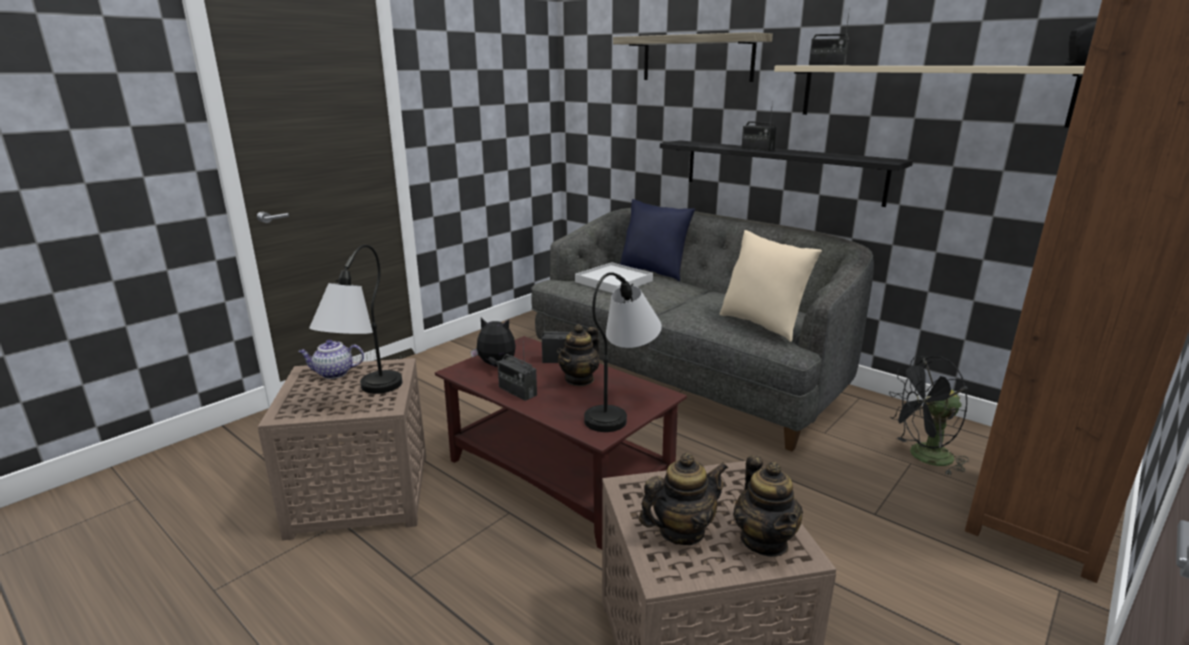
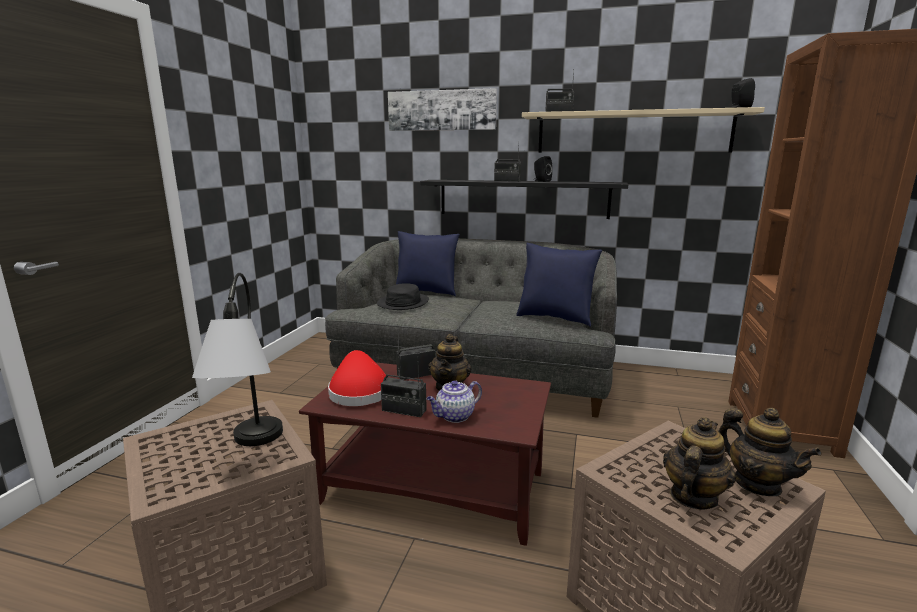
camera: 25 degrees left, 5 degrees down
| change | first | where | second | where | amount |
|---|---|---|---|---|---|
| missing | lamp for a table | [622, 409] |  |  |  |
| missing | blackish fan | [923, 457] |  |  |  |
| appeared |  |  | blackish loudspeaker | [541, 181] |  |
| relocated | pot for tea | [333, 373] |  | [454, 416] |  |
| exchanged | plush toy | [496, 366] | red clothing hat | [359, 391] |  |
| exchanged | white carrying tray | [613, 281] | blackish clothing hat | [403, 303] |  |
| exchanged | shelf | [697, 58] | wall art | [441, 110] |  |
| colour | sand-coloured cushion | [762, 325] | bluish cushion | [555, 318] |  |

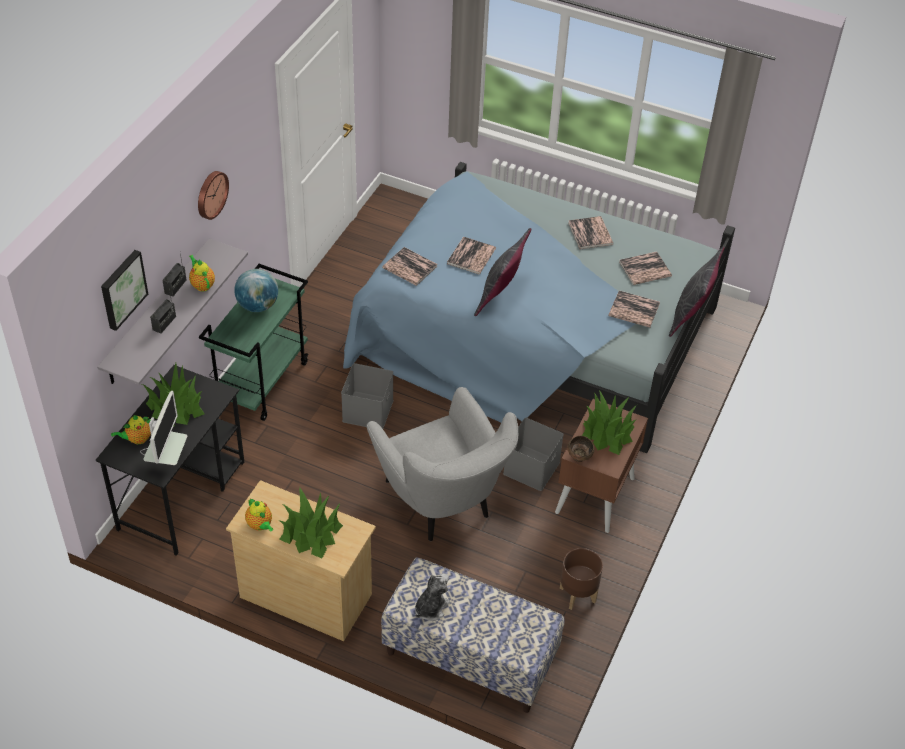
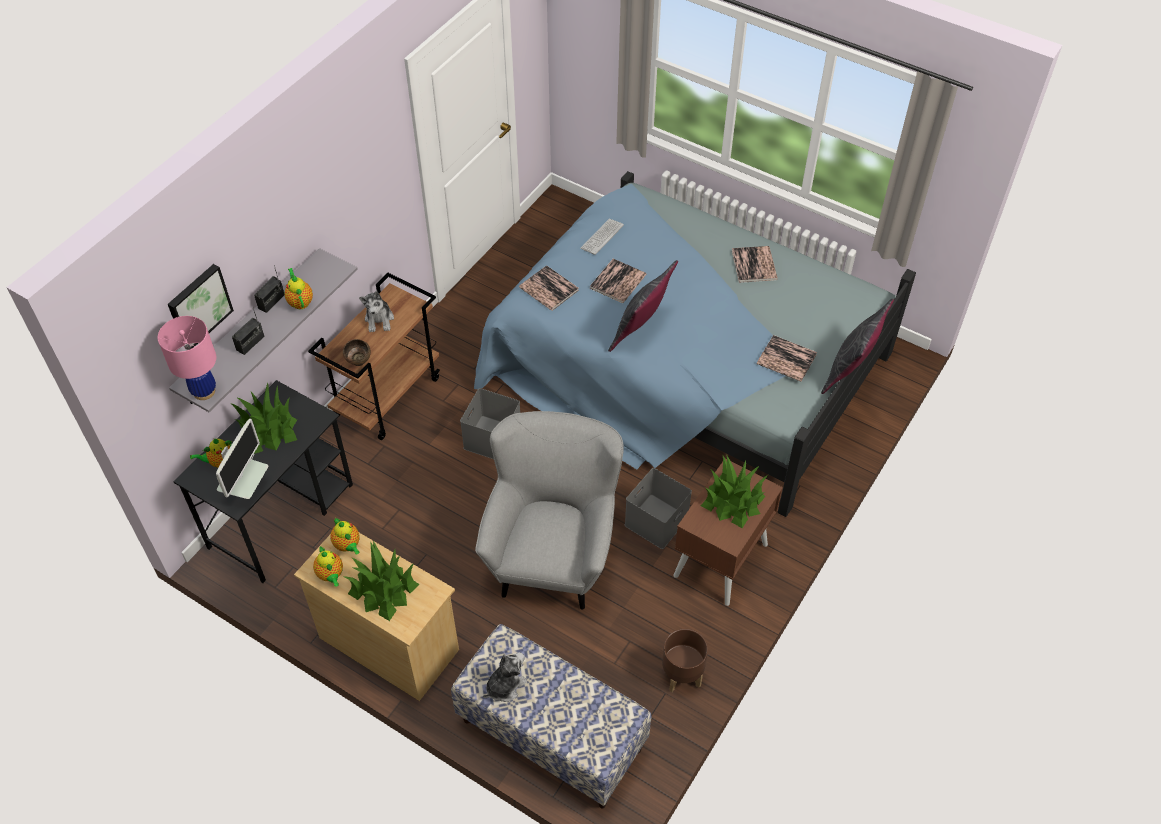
camera: 10 degrees right, 5 degrees up
| change | first | where | second | where | amount |
|---|---|---|---|---|---|
| missing | clock on the wall | [210, 194] |  |  |  |
| missing | volume | [645, 269] |  |  |  |
| appeared |  |  | pink lamp for a table | [204, 391] |  |
| appeared |  |  | pot for tea | [348, 545] |  |
| appeared |  |  | keyboard | [602, 237] |  |
| relocated | brown deep dish | [579, 458] |  | [359, 362] |  |
| exchanged | world globe | [258, 305] | plush toy | [379, 319] |  |
| colour | green-coloured cart | [262, 381] | brown cart | [387, 395] |  |
| spun | grey lounge chair | [442, 504] |  | [553, 553] | 150 degrees counterclockwise |

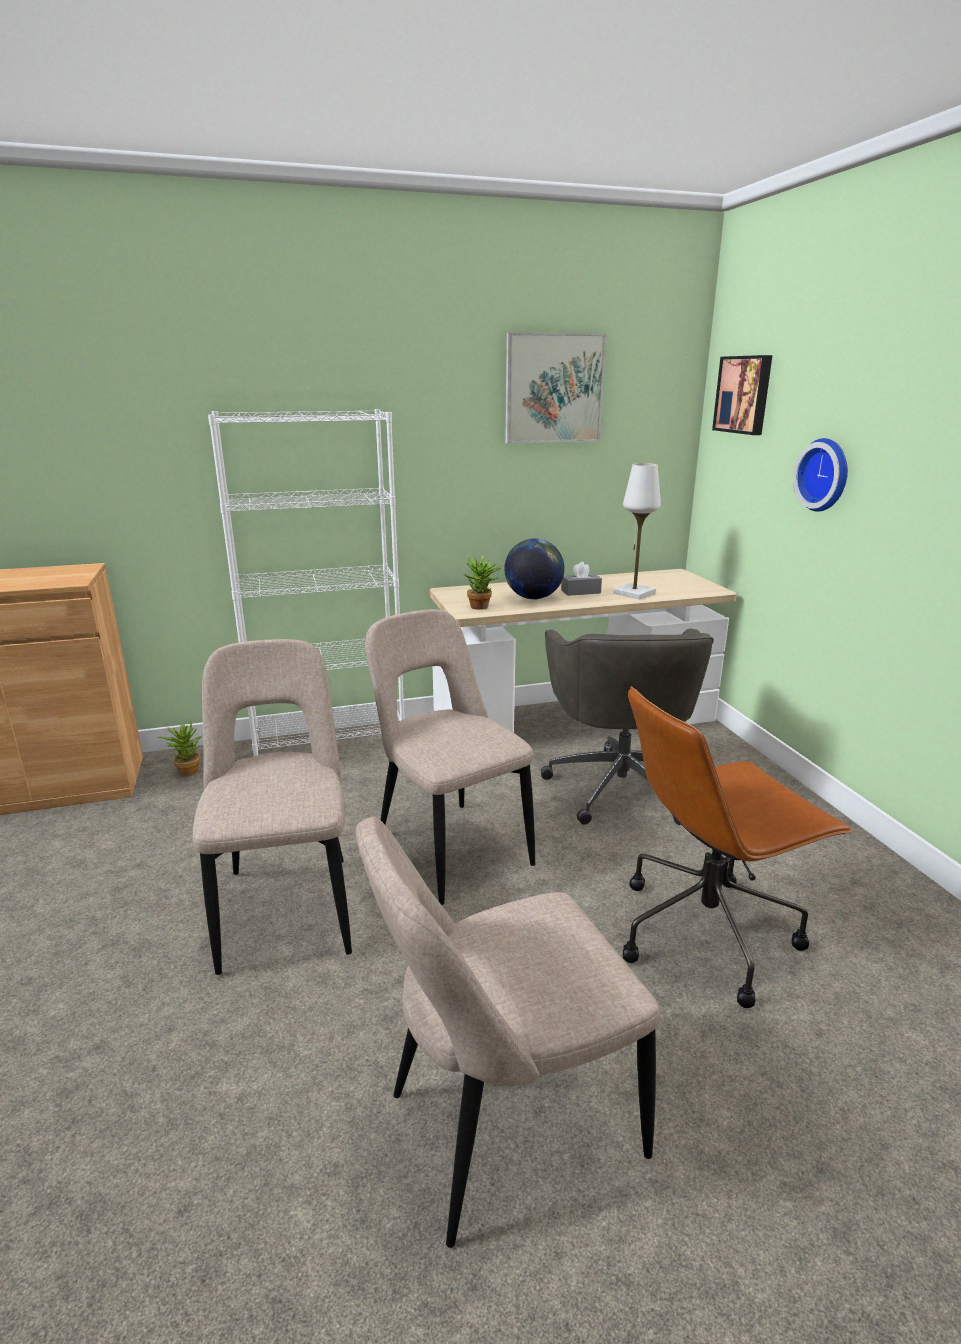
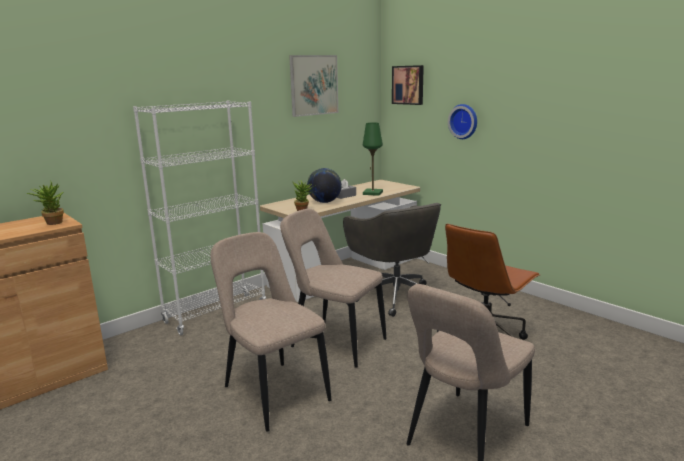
camera: 25 degrees left, 5 degrees down
| change | first | where | second | where | amount |
|---|---|---|---|---|---|
| relocated | plant in a pot | [186, 771] |  | [52, 223] |  |
| colour | white lamp for a table | [634, 593] | green-coloured lamp for a table | [372, 193] |  |

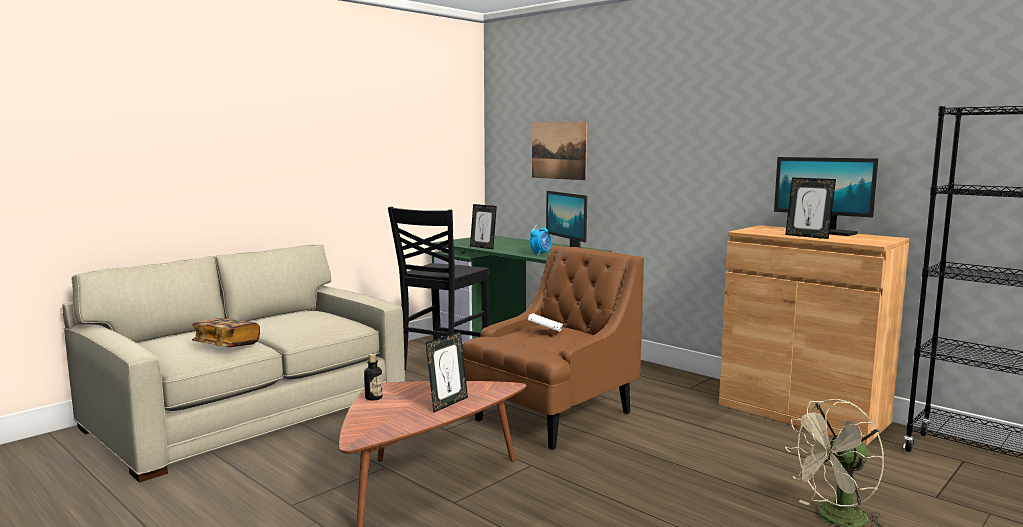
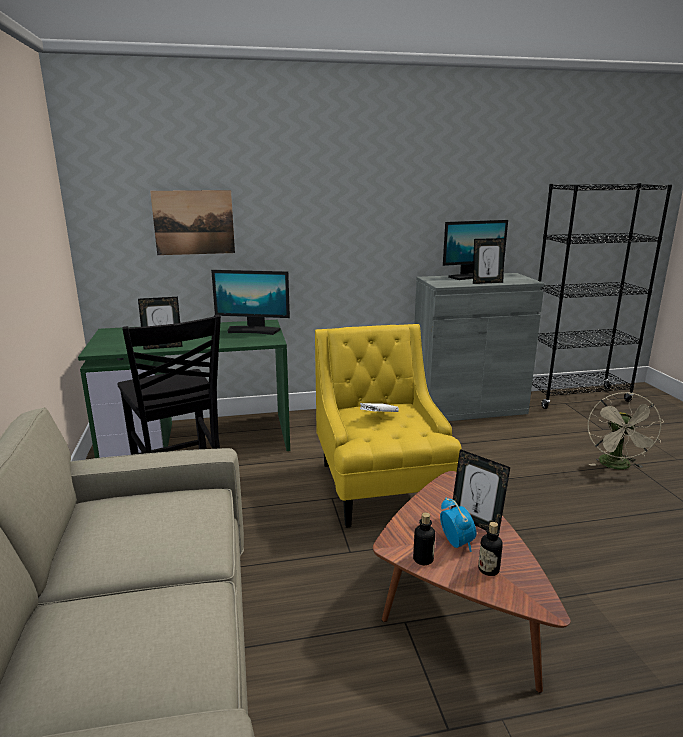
camera: 55 degrees left, 10 degrees up
| change | first | where | second | where | amount |
|---|---|---|---|---|---|
| missing | volume | [226, 345] |  |  |  |
| appeared |  |  | drink bottle | [488, 569] |  |
| relocated | table clock | [540, 253] |  | [456, 543] |  |
| colour | brown lounge chair | [552, 417] | yellowish lounge chair | [380, 489] |  |
| colour | brown cabinet | [802, 413] | grey cabinet | [468, 407] |  |
| spun | picture frame | [447, 404] |  | [476, 523] | 150 degrees clockwise |

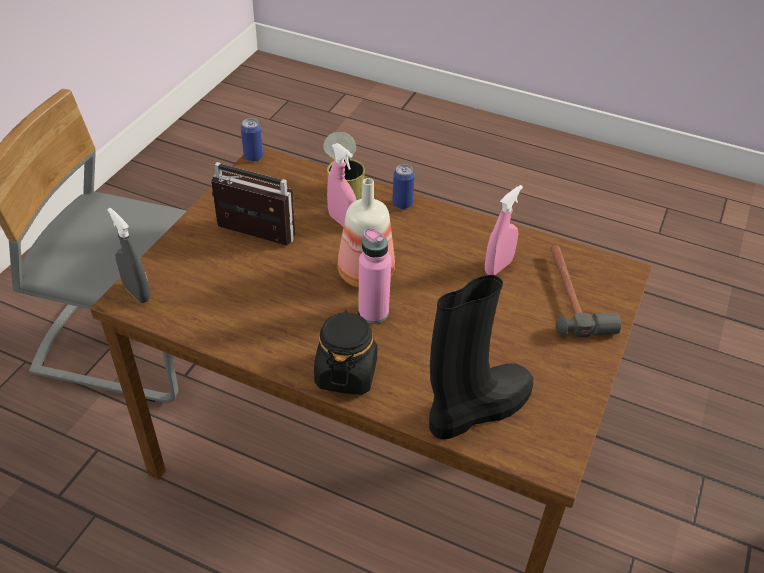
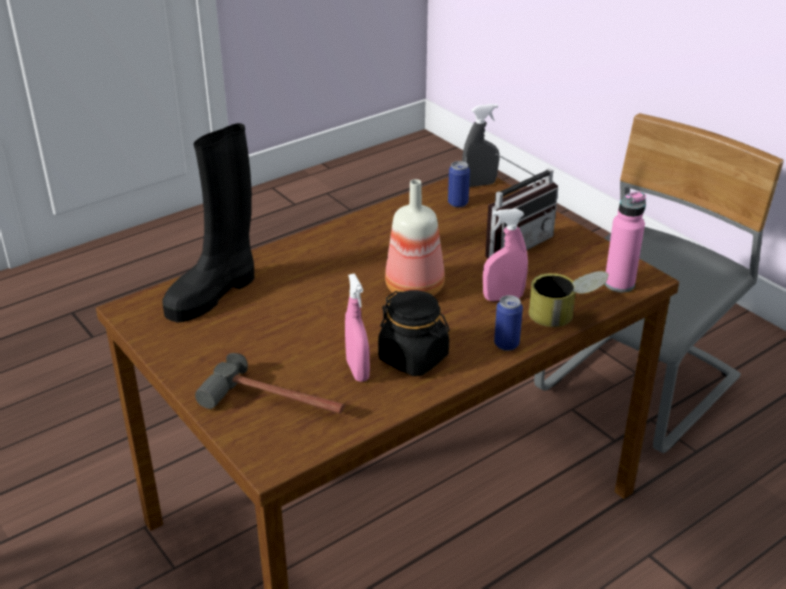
camera: 120 degrees right, 10 degrees down
| change | first | where | second | where | amount |
|---|---|---|---|---|---|
| relocated | metal can | [253, 157] |  | [458, 203] |  |
| relocated | blackish storage jar | [346, 373] |  | [413, 358] |  |
| relocated | pink drink bottle | [373, 312] |  | [619, 284] |  |
| spun | blackish tall boot | [477, 409] |  | [214, 293] | 45 degrees clockwise |

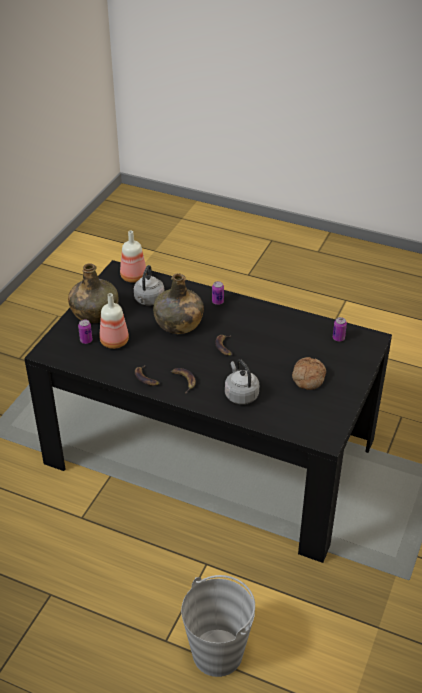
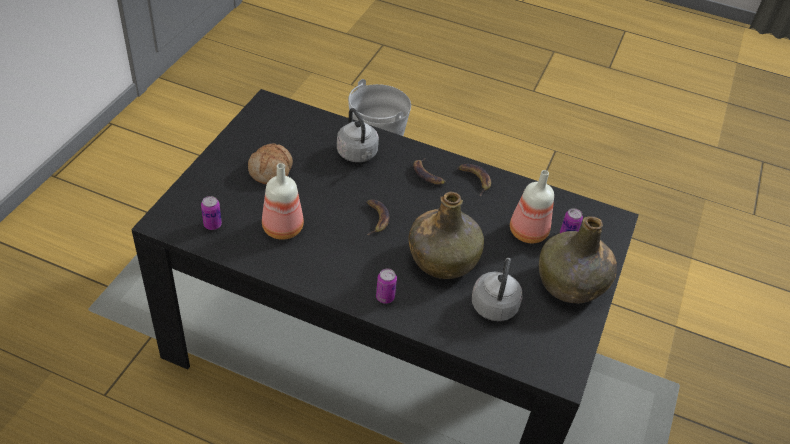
camera: 175 degrees right, 5 degrees up
| change | first | where | second | where | amount |
|---|---|---|---|---|---|
| relocated | drink bottle | [133, 277] |  | [284, 229] |  |

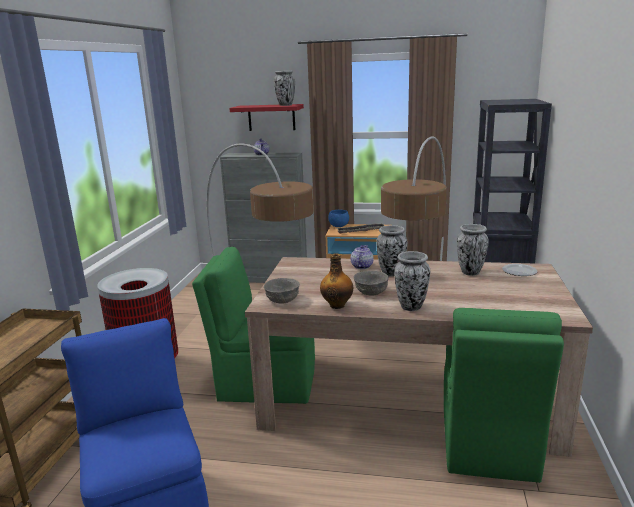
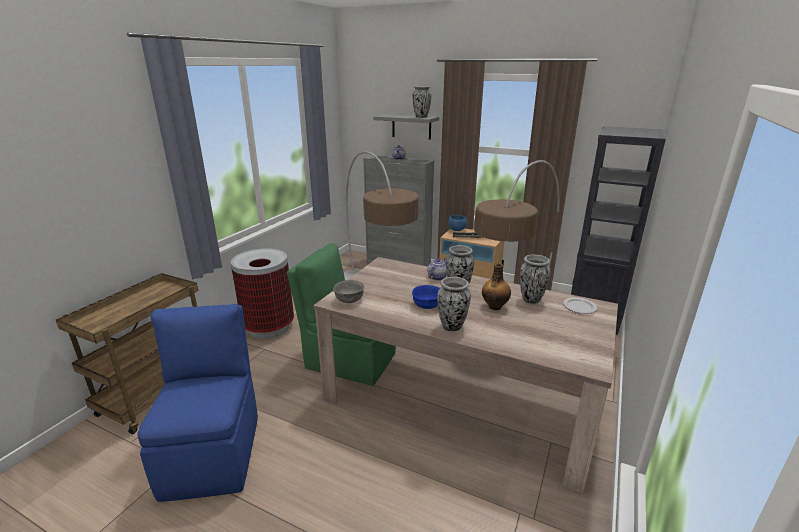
camera: 15 degrees right, 5 degrees up
| change | first | where | second | where | amount |
|---|---|---|---|---|---|
| missing | green-coloured upright chair | [487, 443] |  |  |  |
| relocated | drink bottle | [337, 305] |  | [495, 306] |  |
| colour | red shelf | [271, 117] | grey shelf | [411, 126] |  |
| colour | grey deep dish | [371, 292] | bluish deep dish | [427, 305] |  |

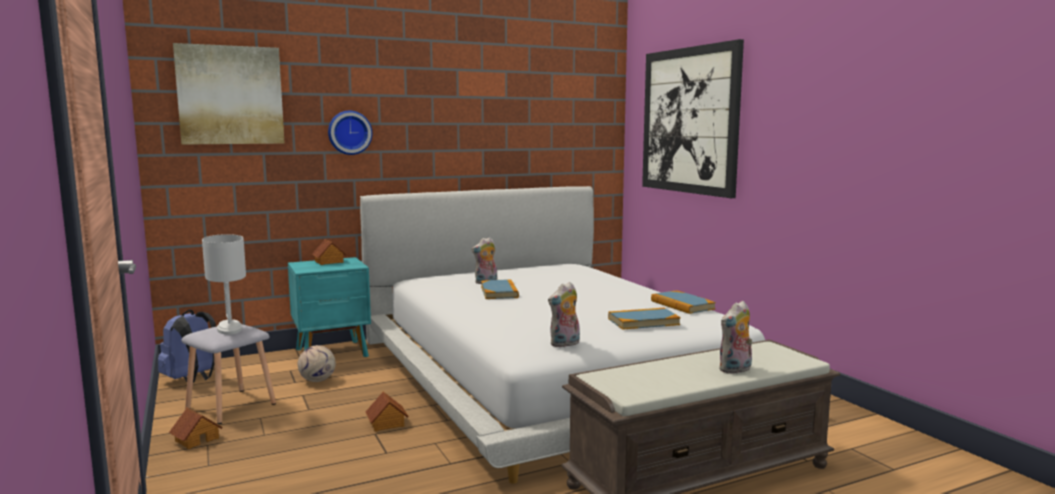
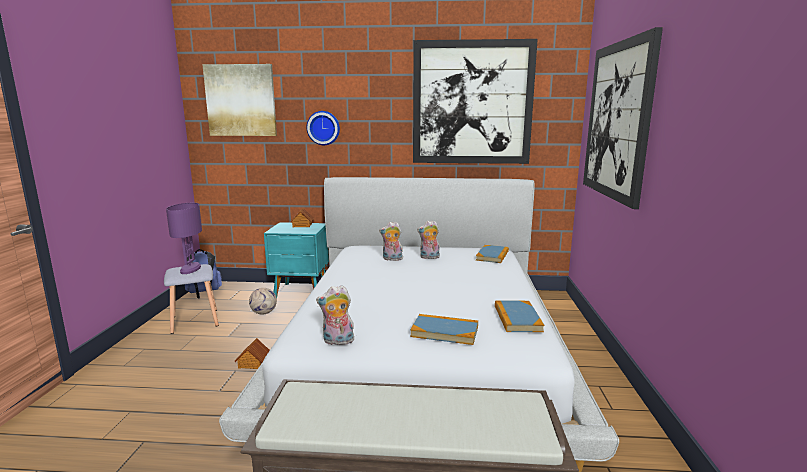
camera: 30 degrees right, 5 degrees up
| change | first | where | second | where | amount |
|---|---|---|---|---|---|
| missing | toy house | [196, 439] |  |  |  |
| appeared |  |  | wall art | [472, 103] |  |
| relocated | volume | [499, 292] |  | [492, 256] |  |
| relocated | plush toy | [735, 370] |  | [429, 257] |  |
| colour | white lamp for a table | [230, 329] | purple lamp for a table | [191, 269] |  |

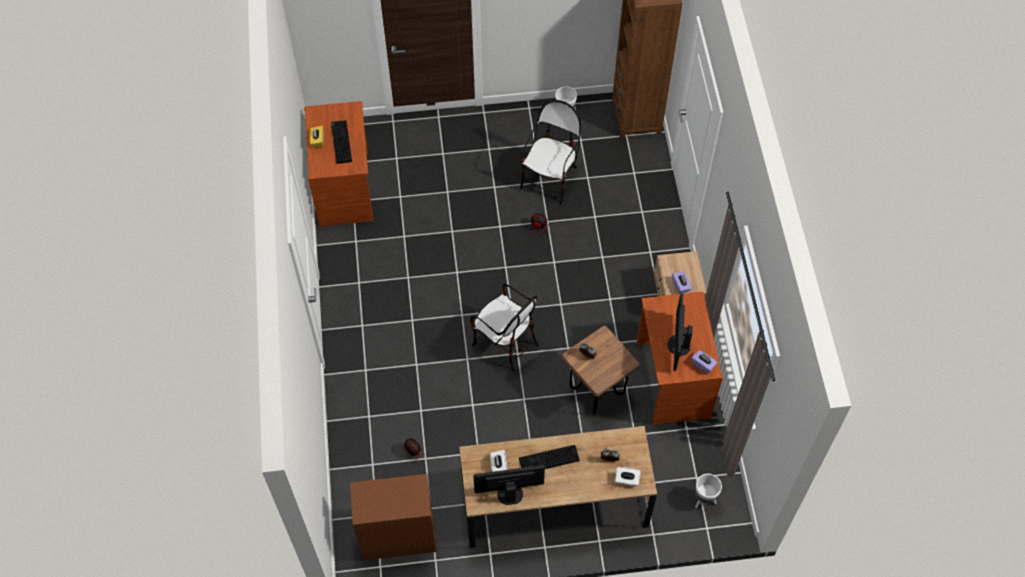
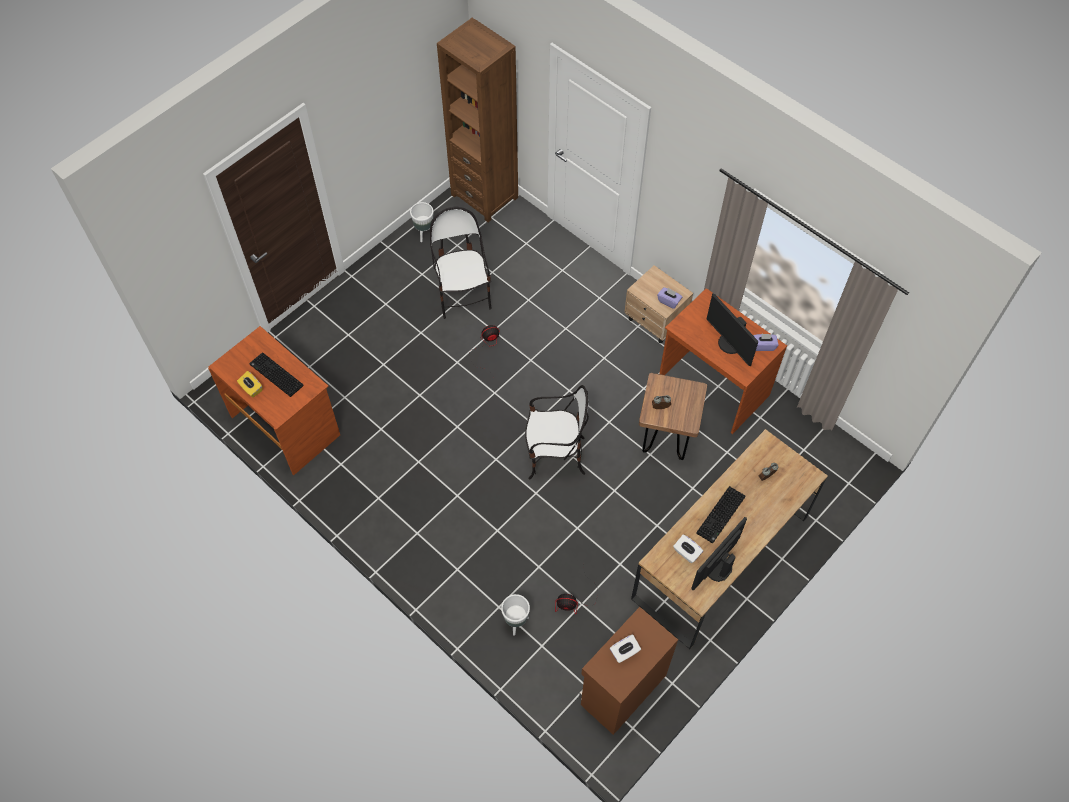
camera: 40 degrees left, 0 degrees up
| change | first | where | second | where | amount |
|---|---|---|---|---|---|
| relocated | white tissue holder | [626, 480] |  | [624, 652] |  |
| relocated | white flower pot | [704, 500] |  | [516, 622] |  |

